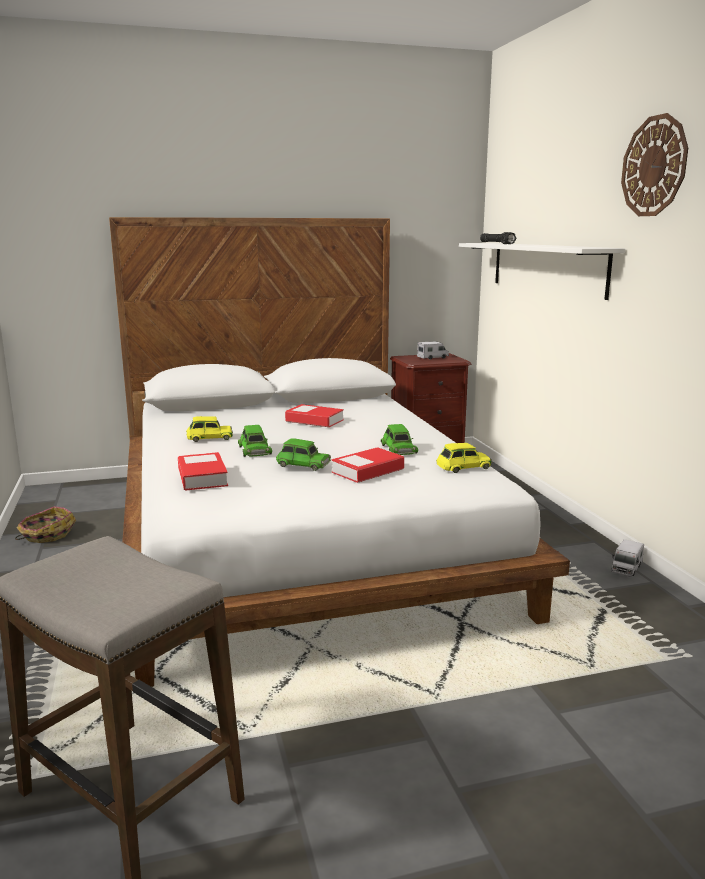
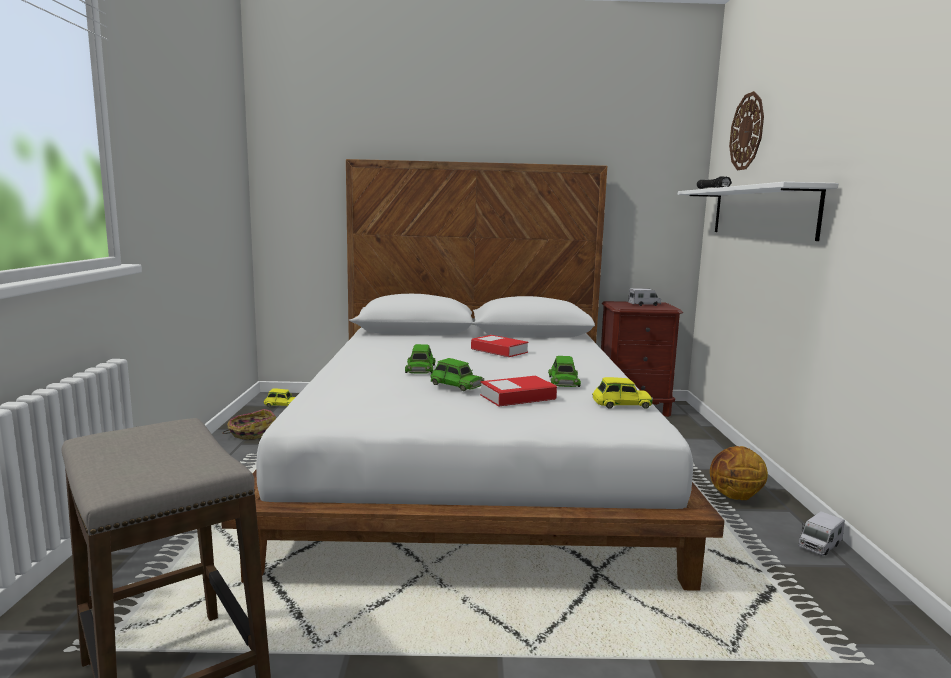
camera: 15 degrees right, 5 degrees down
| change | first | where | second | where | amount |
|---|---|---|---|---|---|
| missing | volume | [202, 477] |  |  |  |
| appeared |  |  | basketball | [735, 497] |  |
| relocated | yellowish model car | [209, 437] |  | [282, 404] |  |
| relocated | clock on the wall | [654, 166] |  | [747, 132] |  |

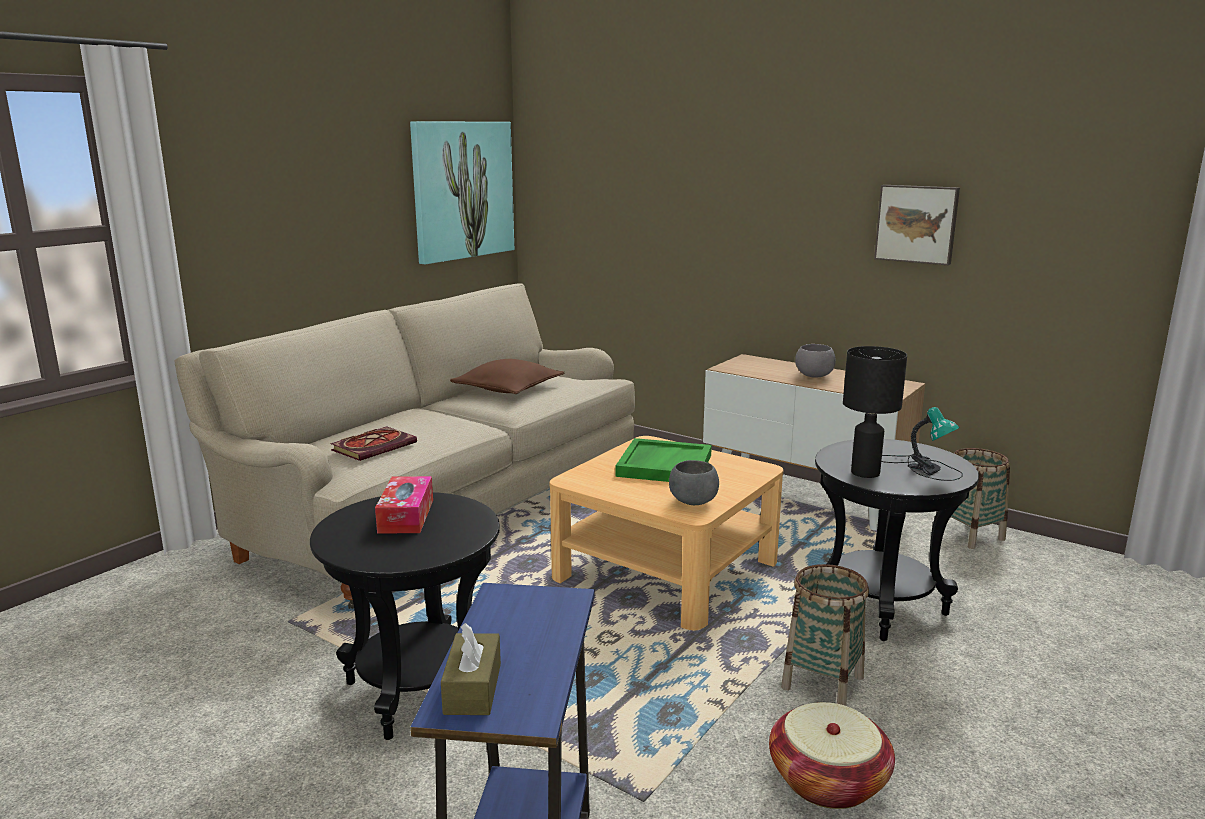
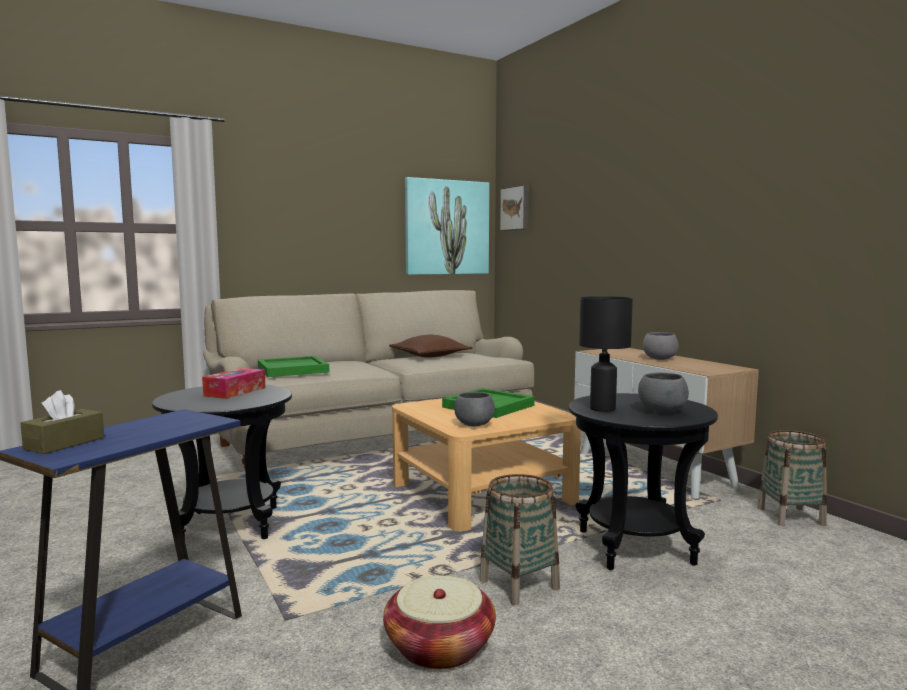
camera: 25 degrees right, 10 degrees down
| change | first | where | second | where | amount |
|---|---|---|---|---|---|
| relocated | wall art | [917, 224] |  | [515, 208] |  |
| exchanged | volume | [375, 446] | green-coloured carrying tray | [293, 369] |  |
| exchanged | lamp for a table | [921, 467] | grey deep dish | [661, 411] |  |

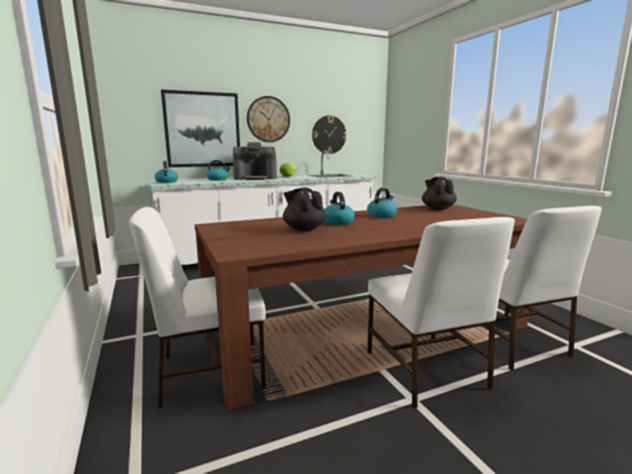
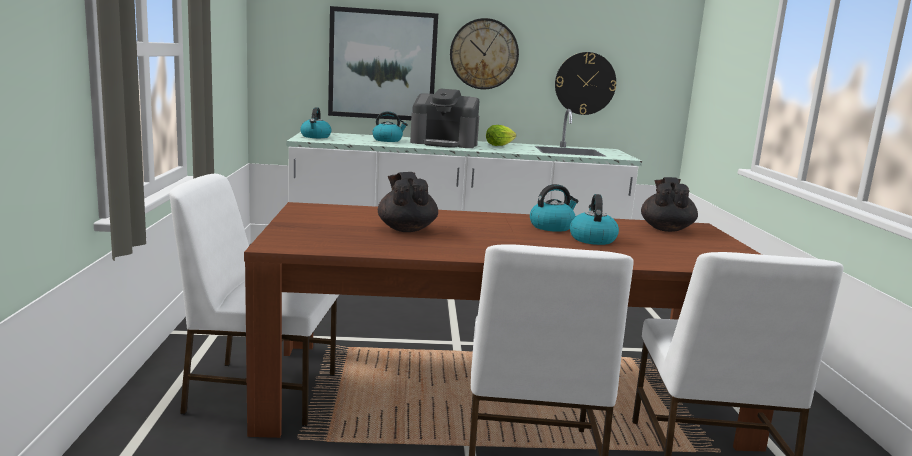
camera: 20 degrees right, 0 degrees up
| change | first | where | second | where | amount |
|---|---|---|---|---|---|
| relocated | tea kettle | [337, 222] |  | [592, 239] |  |

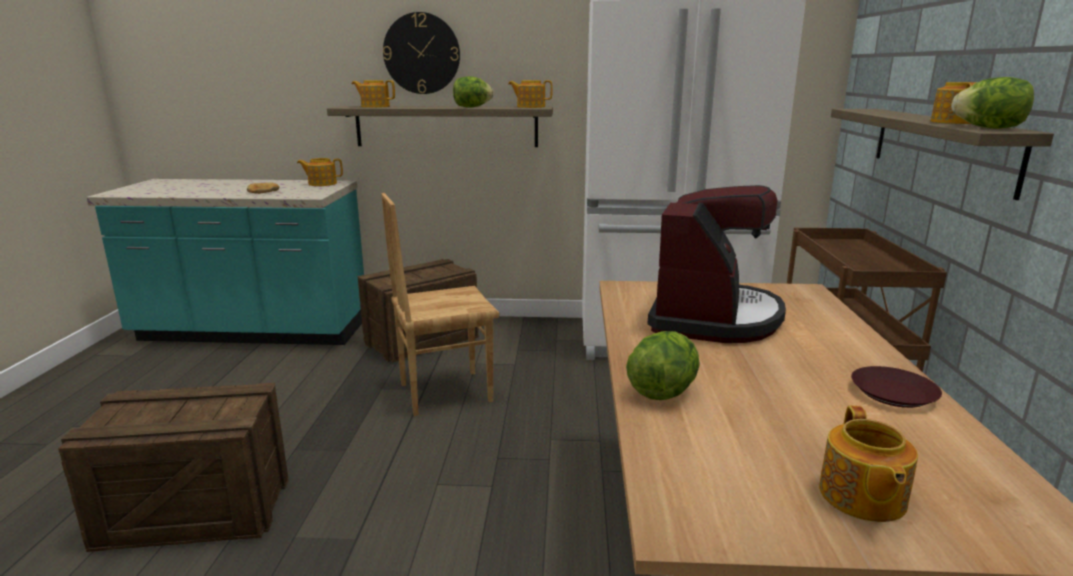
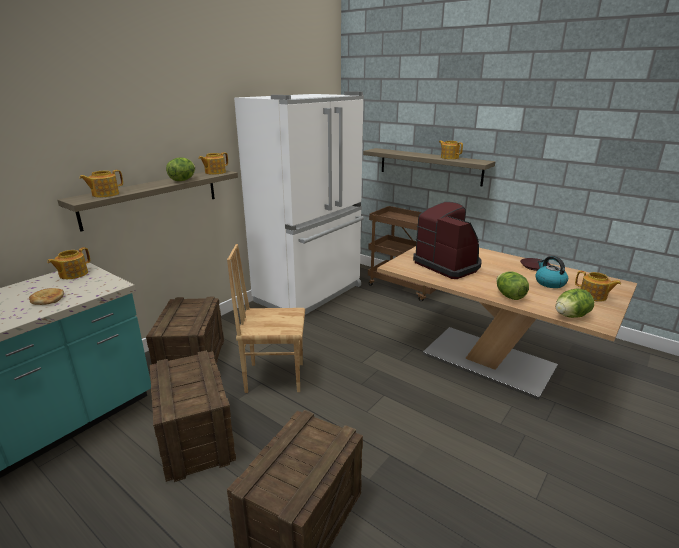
camera: 55 degrees left, 5 degrees up
| change | first | where | second | where | amount |
|---|---|---|---|---|---|
| missing | clock on the wall | [421, 53] |  |  |  |
| appeared |  |  | packing crate | [195, 437] |  |
| appeared |  |  | tea kettle | [549, 283] |  |
| relocated | lettuce head | [989, 128] |  | [571, 316] |  |
| spun | brown upright chair | [444, 392] |  | [274, 377] | 75 degrees clockwise |

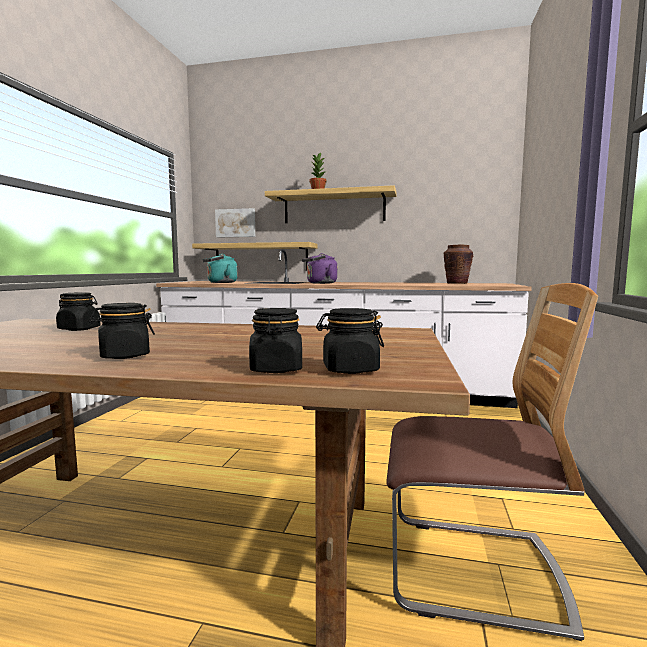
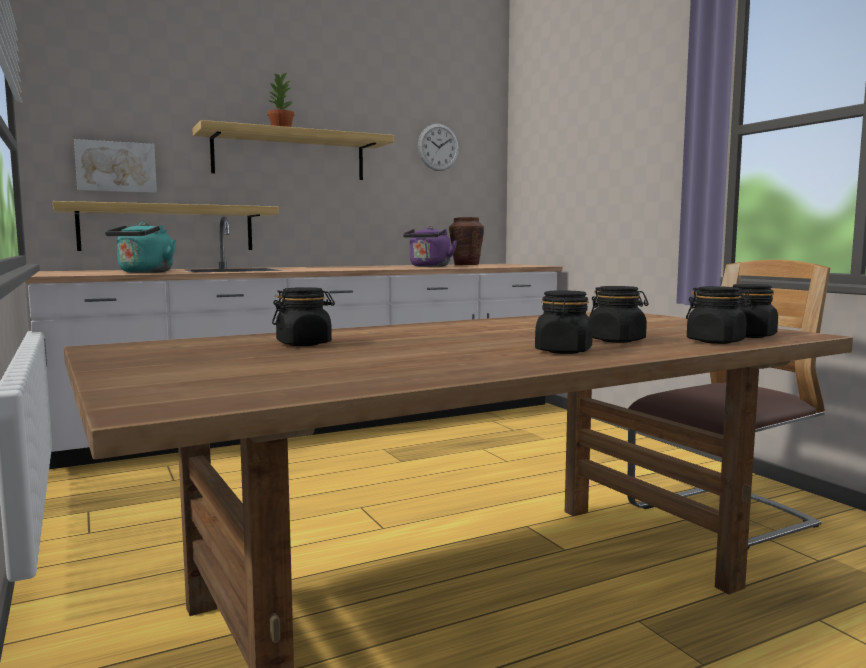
camera: 40 degrees left, 0 degrees up
| change | first | where | second | where | amount |
|---|---|---|---|---|---|
| appeared |  |  | clock on the wall | [438, 147] |  |
| appeared |  |  | blackish storage jar | [617, 340] |  |
| relocated | purple tea kettle | [320, 283] |  | [429, 266] |  |

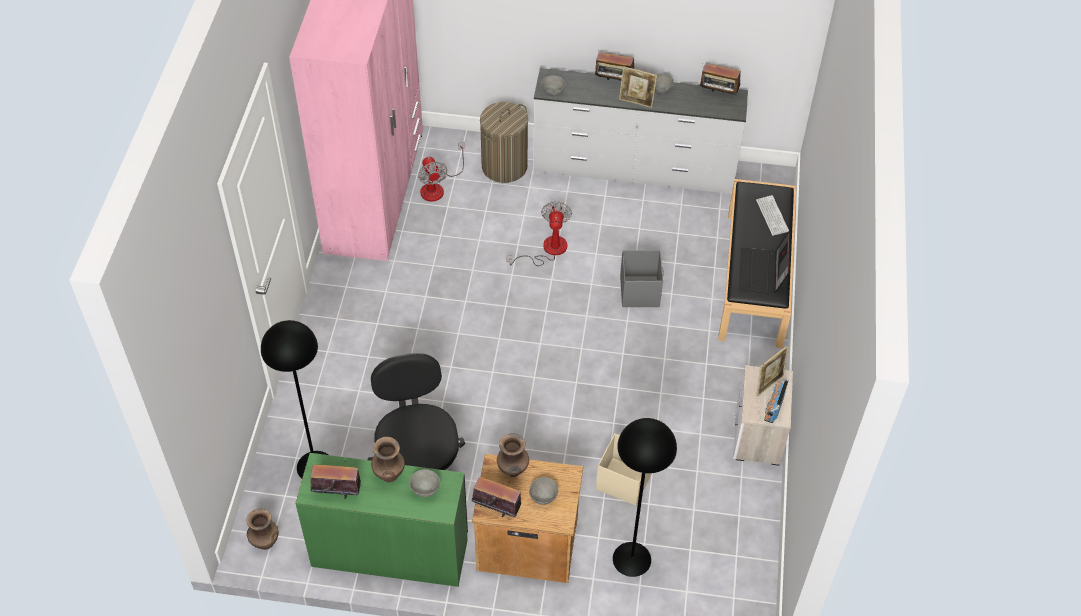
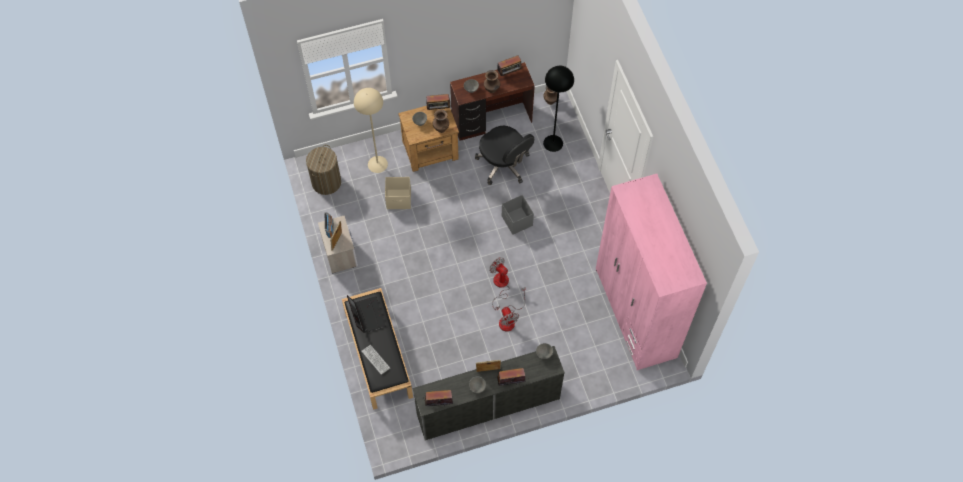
camera: 155 degrees right, 10 degrees up
| change | first | where | second | where | amount |
|---|---|---|---|---|---|
| relocated | fan | [437, 187] |  | [500, 286] |  |
| relocated | hamper | [504, 166] |  | [326, 182] |  |
| relocated | grey storage container | [640, 291] |  | [517, 221] |  |
| colour | green-coloured desk table | [390, 550] | brown desk table | [492, 121] |  |
| colour | blackish standard lamp | [631, 559] | sand-coloured standard lamp | [377, 164] |  |

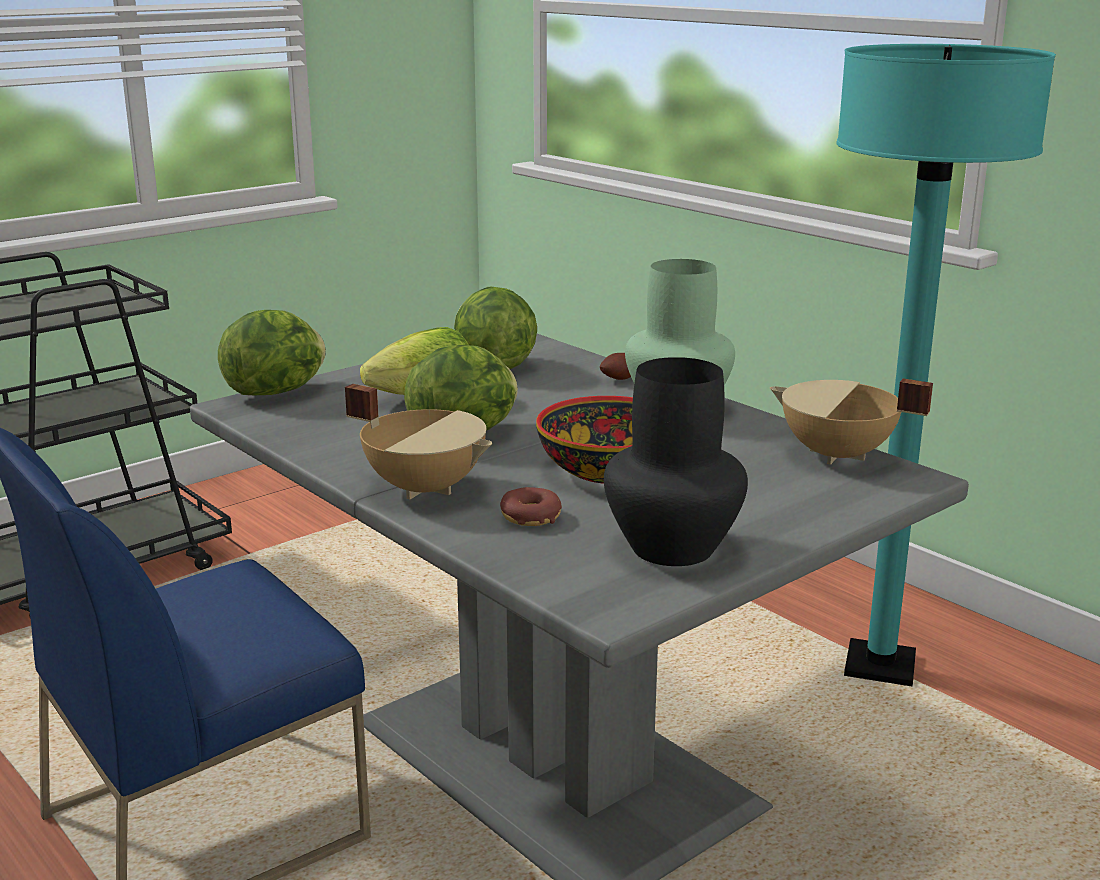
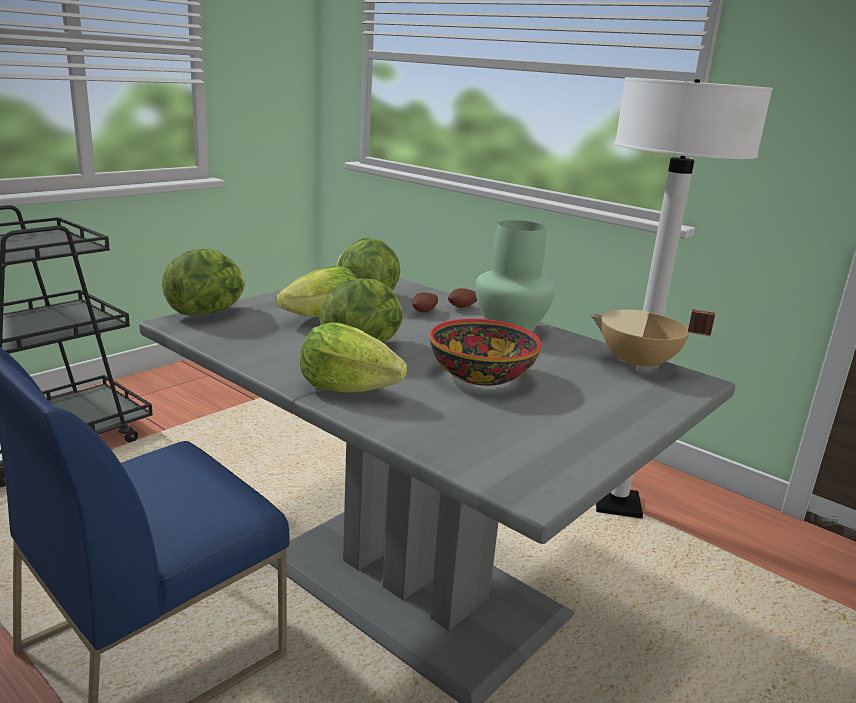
camera: 10 degrees left, 0 degrees up
| change | first | where | second | where | amount |
|---|---|---|---|---|---|
| missing | ring doughnut | [530, 517] |  |  |  |
| missing | blackish vase | [672, 549] |  |  |  |
| appeared |  |  | whole potato | [425, 312] |  |
| exchanged | sand-coloured stockpot | [426, 487] | lettuce head | [347, 389] |  |
| colour | turquoise standard lamp | [880, 666] | white standard lamp | [617, 504] |  |

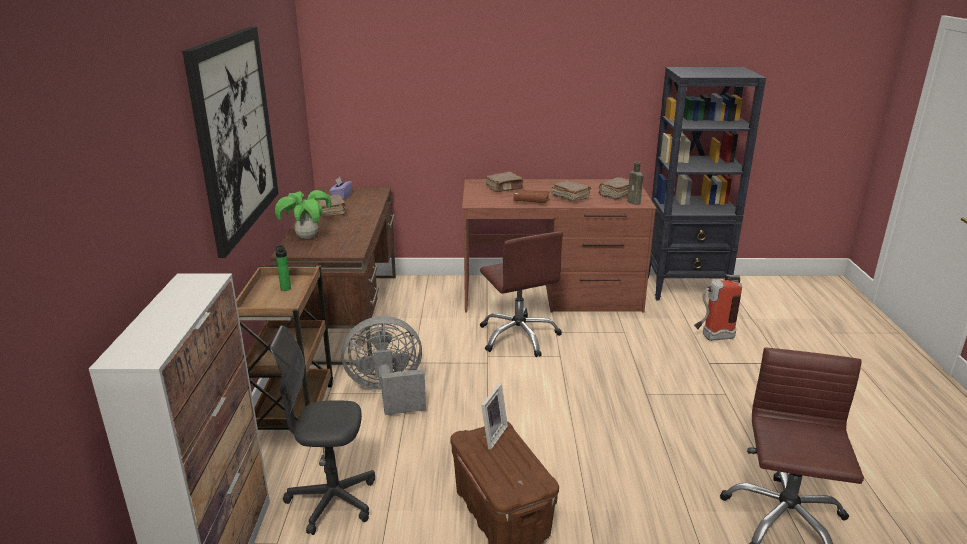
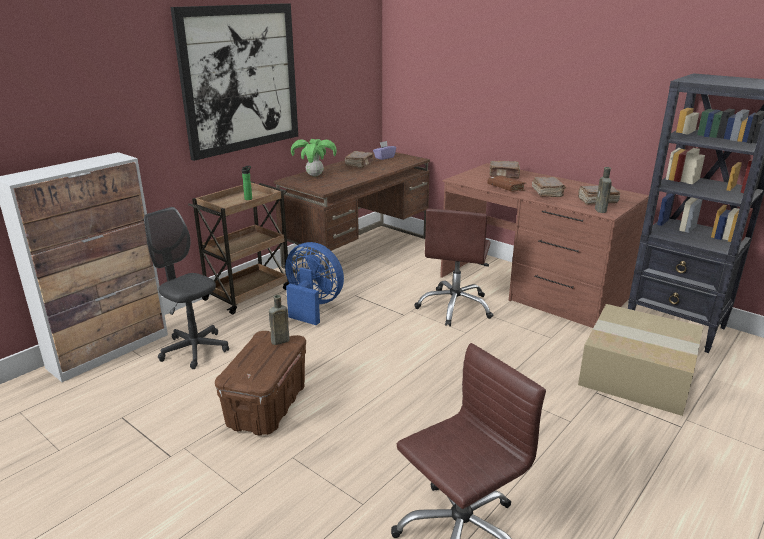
camera: 40 degrees right, 0 degrees up
| change | first | where | second | where | amount |
|---|---|---|---|---|---|
| exchanged | picture frame | [491, 435] | brown drink bottle | [279, 341] |  |
| exchanged | fire-fighting cylinder | [712, 337] | carton | [635, 375] |  |
| colour | grey fan | [388, 392] | bluish fan | [312, 306] |  |

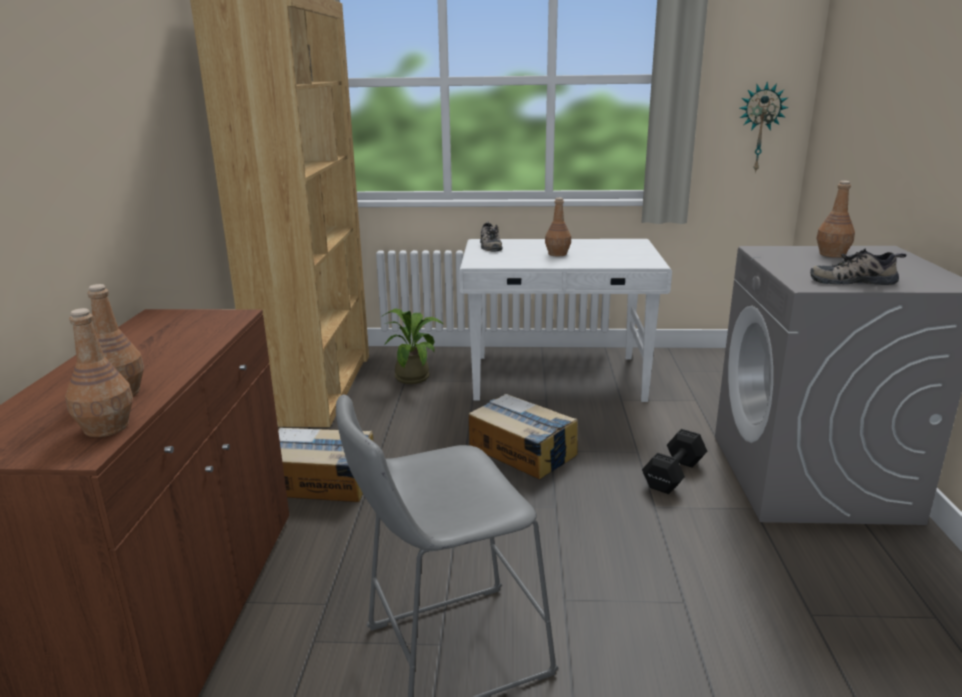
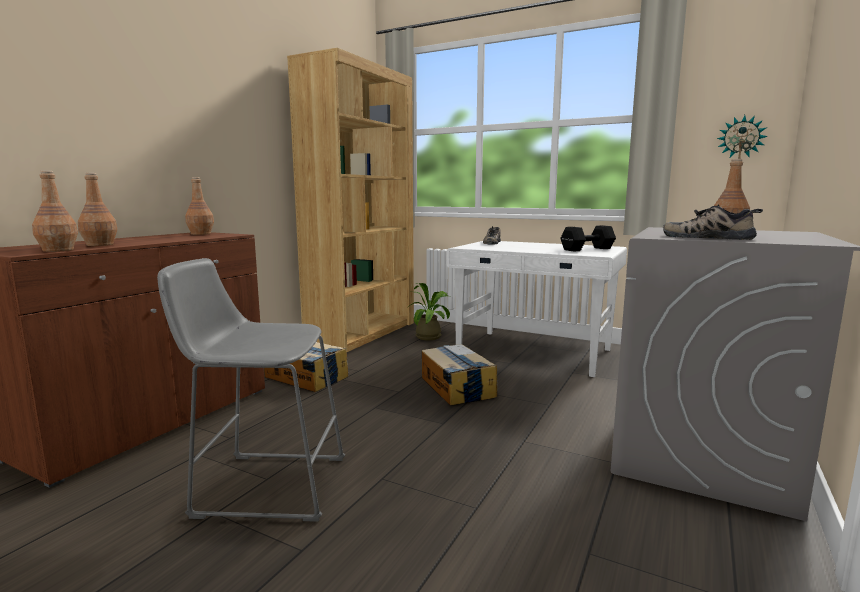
camera: 25 degrees right, 10 degrees down
| change | first | where | second | where | amount |
|---|---|---|---|---|---|
| relocated | brown drink bottle | [557, 254] |  | [200, 234] |  |
| relocated | blackish hand weight | [672, 475] |  | [586, 249] |  |

